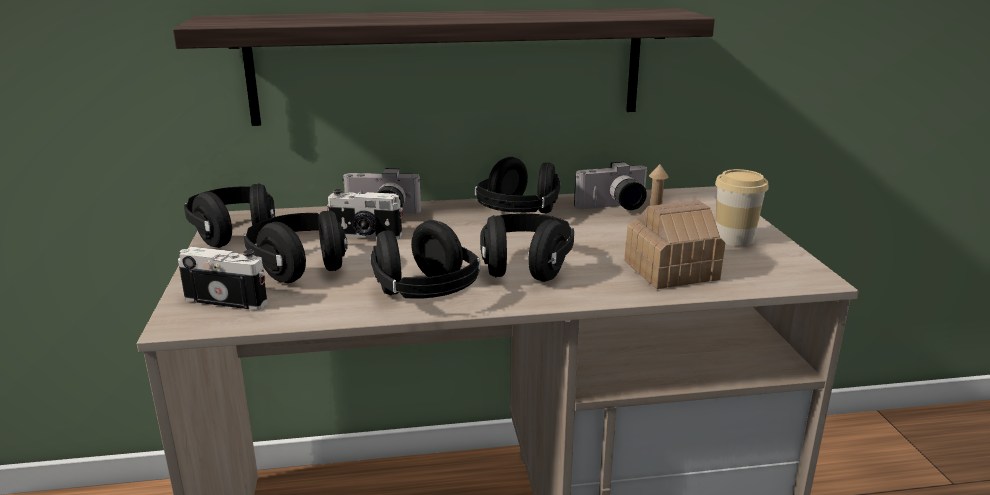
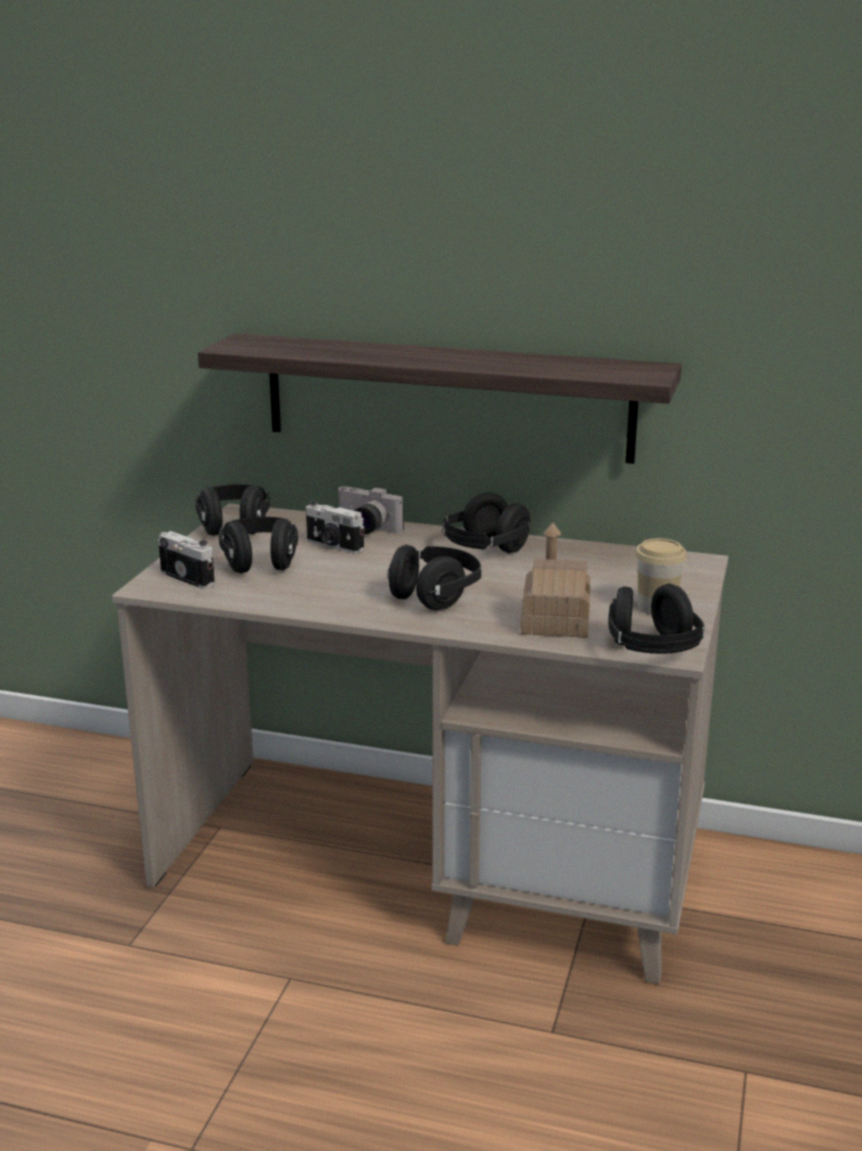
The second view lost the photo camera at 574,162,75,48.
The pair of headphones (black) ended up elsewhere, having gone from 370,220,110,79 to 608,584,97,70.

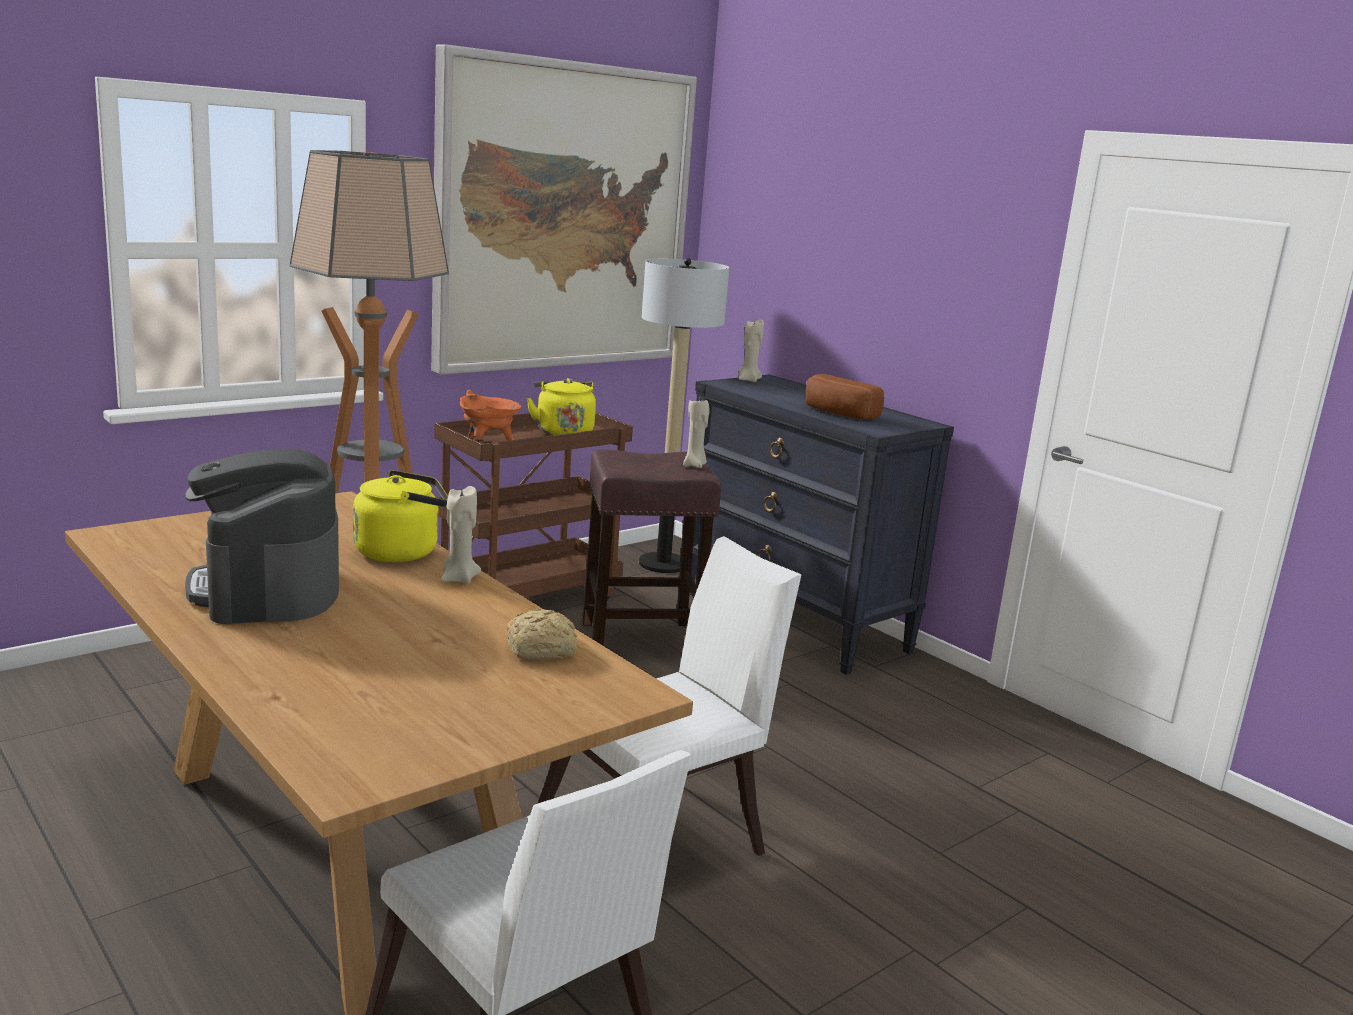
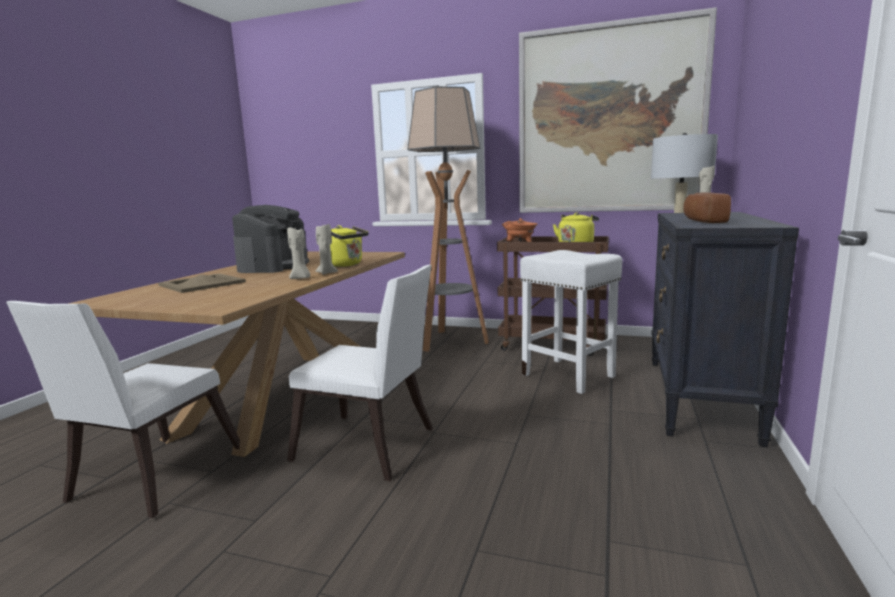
The wax light (beige-coloured) ended up elsewhere, having gone from 683,399,26,69 to 287,228,23,51.
The coffee brewer at 185,448,154,176 ended up facing another way, 150 degrees clockwise from before.
What was the stool seat (brown) at 583,449,138,196 turned into the stool seat (white-coloured) at 520,250,102,144.
The second view lost the bread at 507,608,70,52.
The second view gained the serving tray (beige-coloured) at 158,274,88,19.

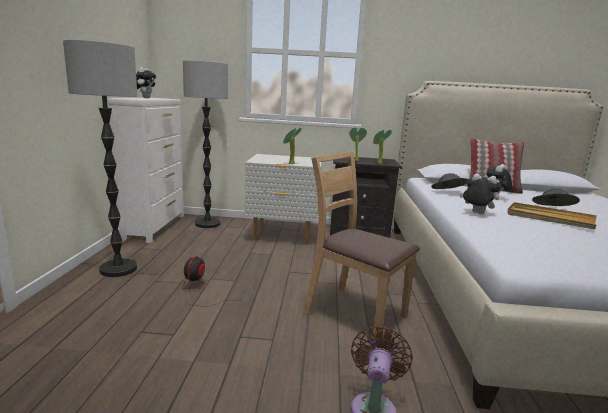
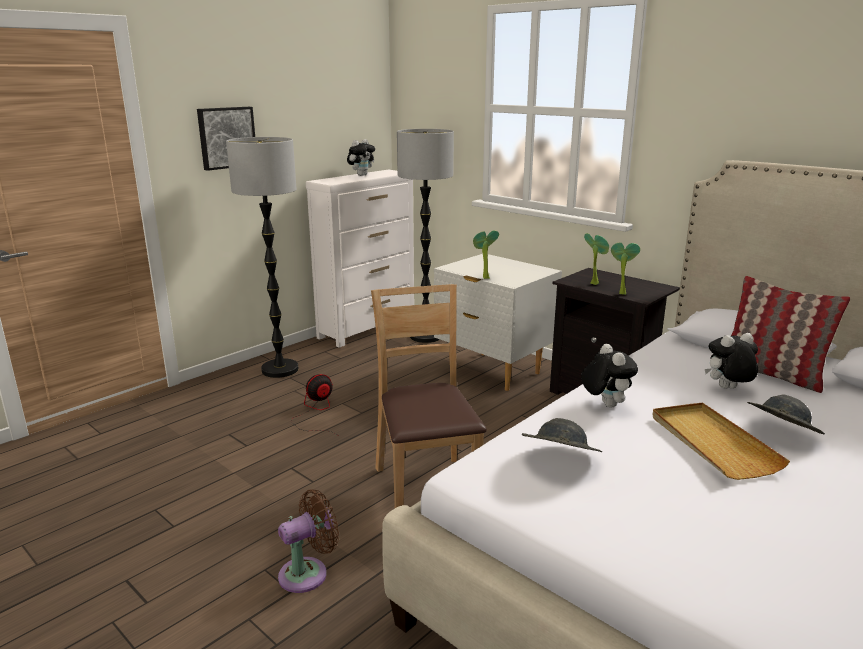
The clothing hat (greyish) ended up elsewhere, having gone from 431,173,37,16 to 522,418,80,34.
The second view gained the picture at 197,107,58,64.

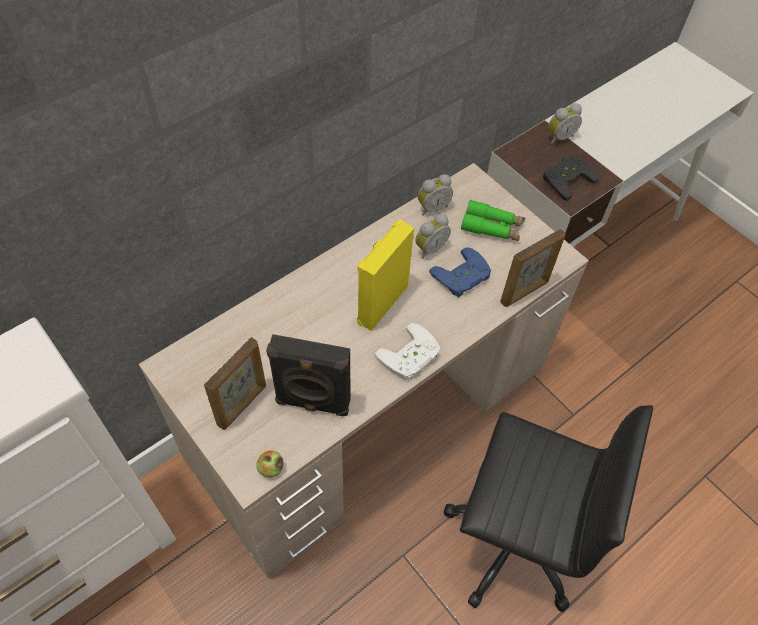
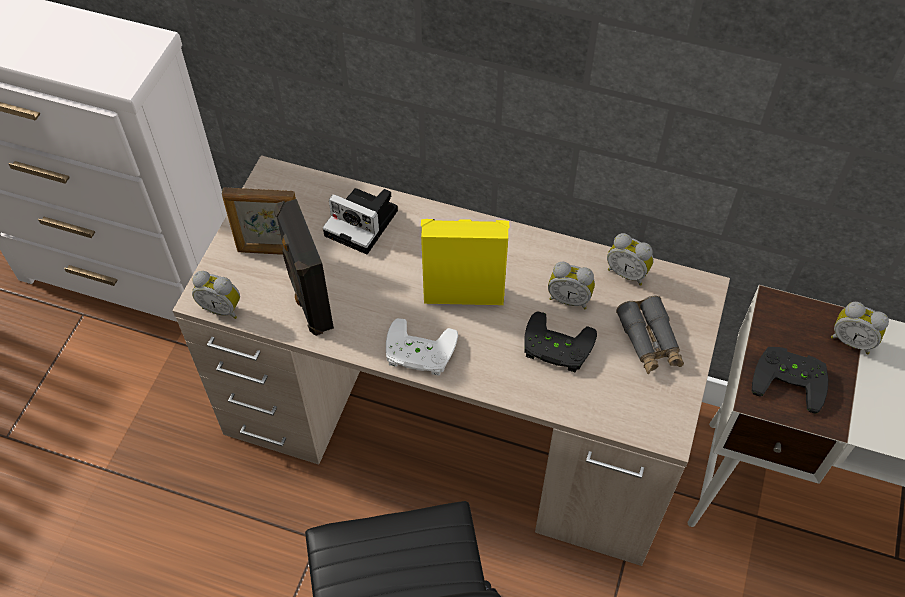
What was the pair of binoculars (green-coloured) at 461,200,64,41 turned into the pair of binoculars (greyish) at 616,296,68,79.
The second view lost the standing frame at 500,229,65,78.
What was the gamepad (blue-coloured) at 429,247,62,50 turned into the gamepad (black) at 524,311,73,62.
Where the apple stood at 256,450,27,27, the alarm clock came to stand at 192,271,48,48.
The second view gained the photo camera at 323,188,75,66.

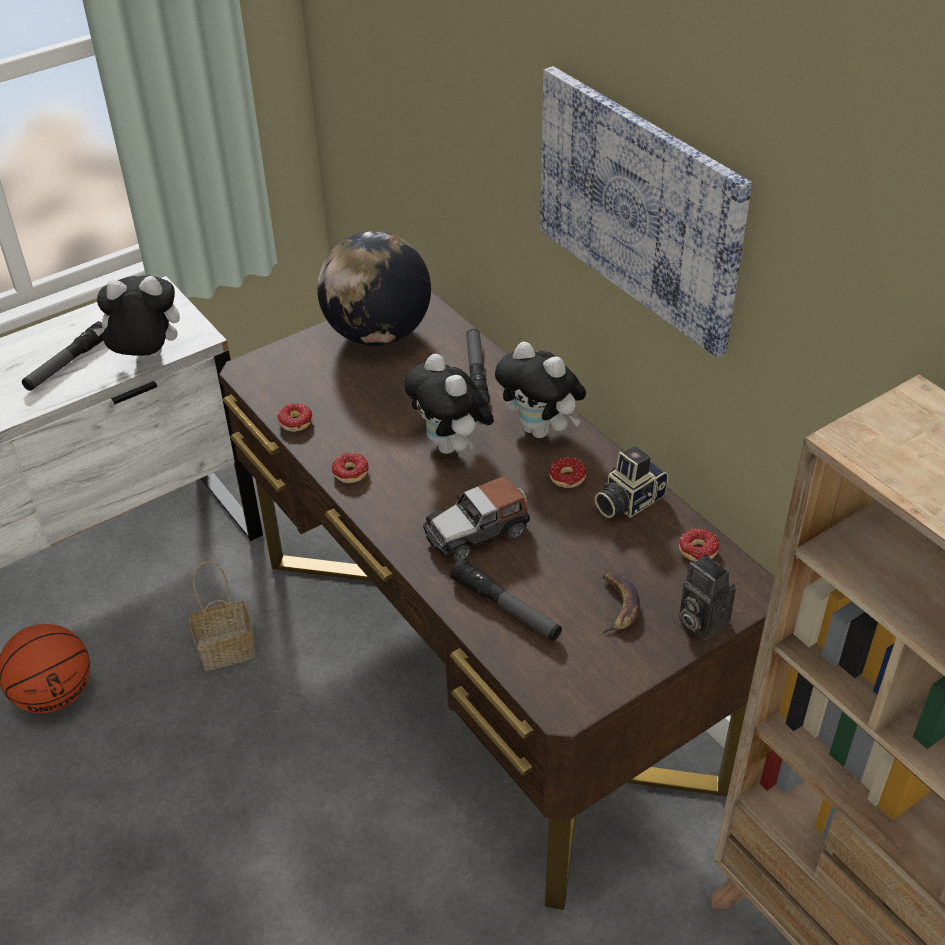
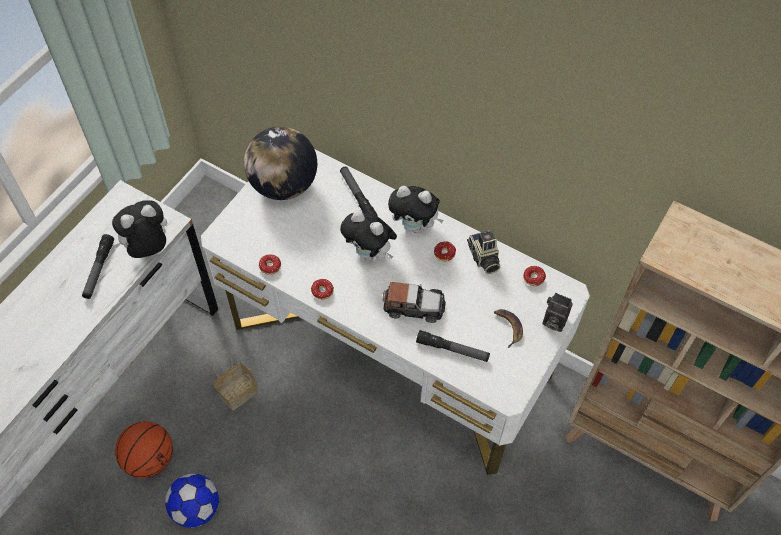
The second view lost the picture at 540,66,212,291.
What was the desk table (brown) at 219,291,556,619 turned into the desk table (white-coloured) at 201,150,389,325.
The photo camera at 595,446,73,72 ended up facing another way, 45 degrees counterclockwise from before.
The model car at 423,476,107,86 ended up facing another way, 120 degrees counterclockwise from before.
The second view gained the ball for football at 165,474,54,54.

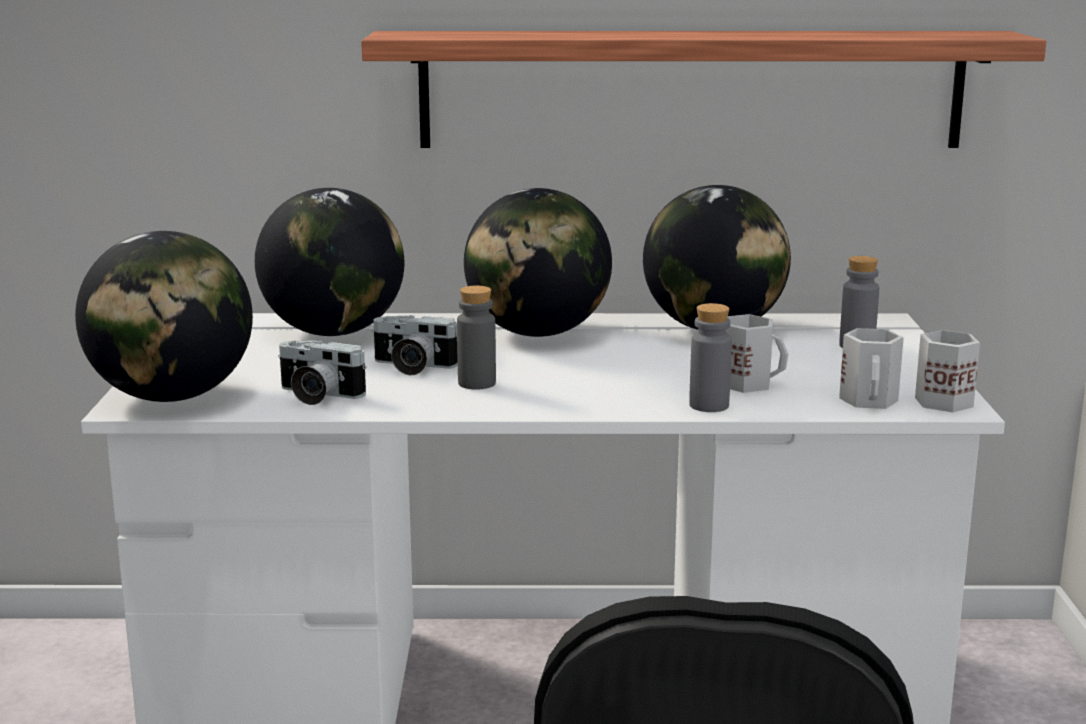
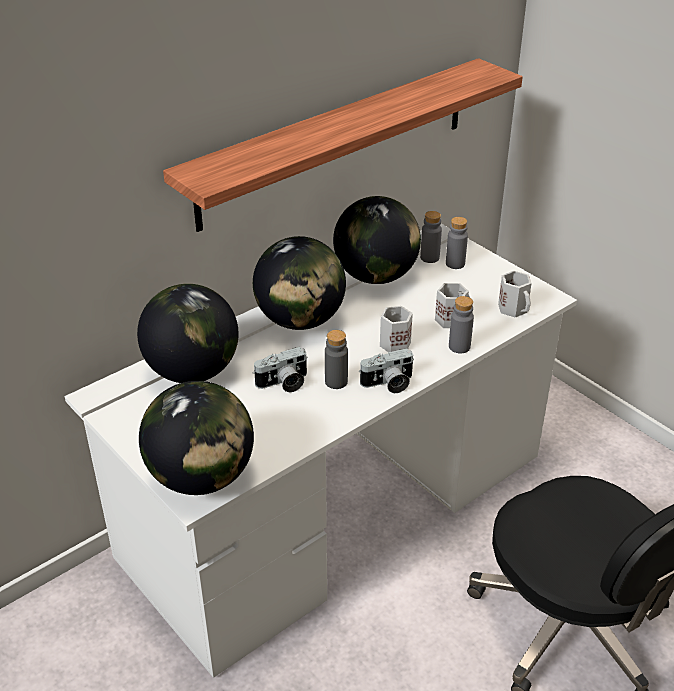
The coffee mug (white-coloured) ended up elsewhere, having gone from 915,330,65,82 to 380,306,33,46.
The photo camera ended up elsewhere, having gone from 278,340,89,65 to 359,348,55,45.
The second view gained the drink bottle (greyish) at 420,211,22,52.

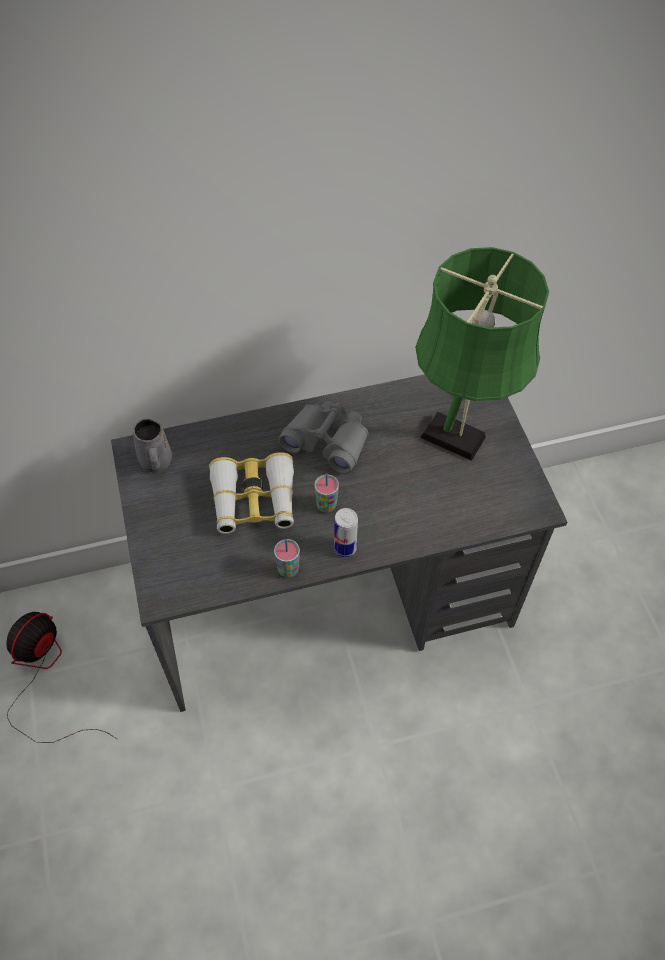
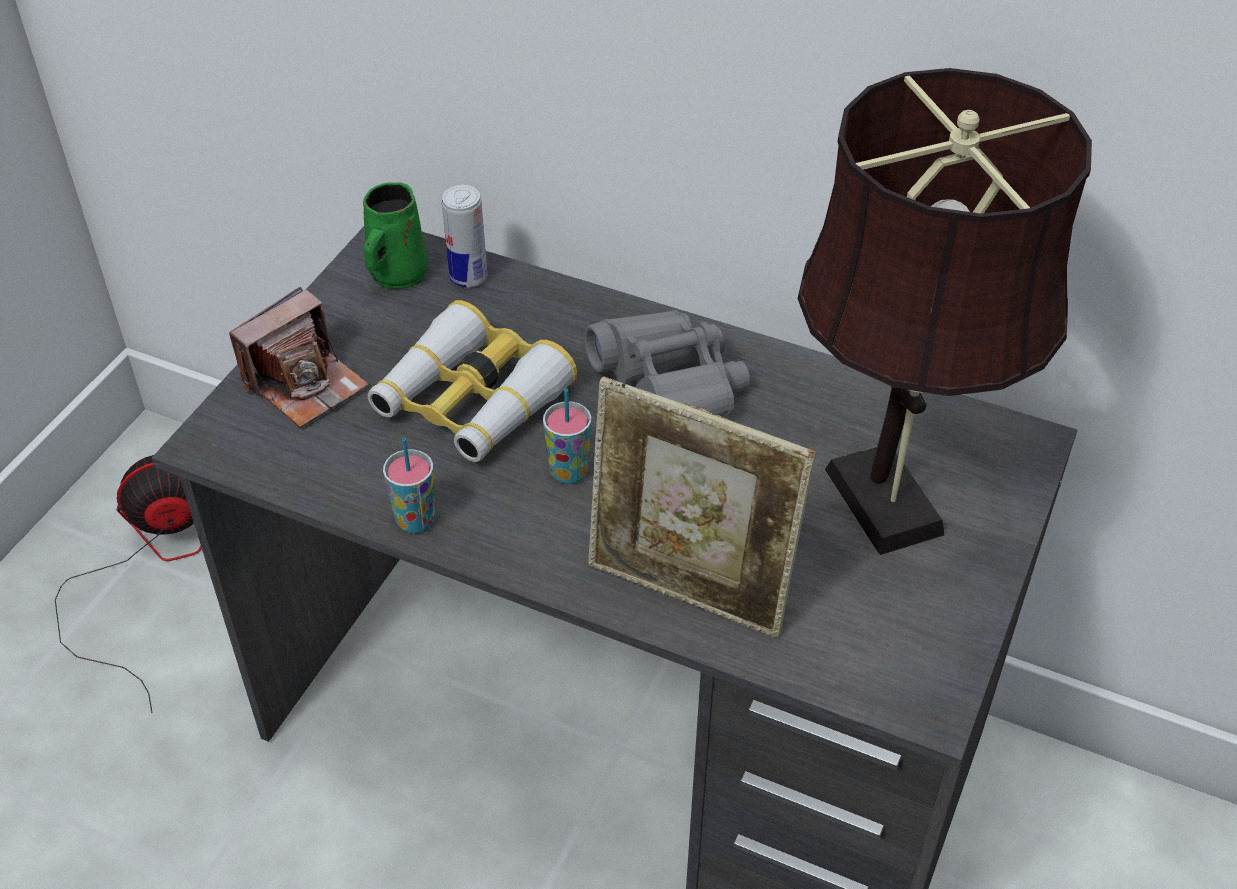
What was the tabletop lamp (green-coloured) at 415,247,134,214 turned into the tabletop lamp (brown) at 797,68,295,487.
What was the coffee mug (greyish) at 133,418,39,55 turned into the coffee mug (green-coloured) at 363,182,65,107.
The sealed can ended up elsewhere, having gone from 334,508,24,49 to 442,185,45,103.
The second view gained the photo camera at 229,287,140,141.
The second view gained the standing frame at 588,376,228,262.

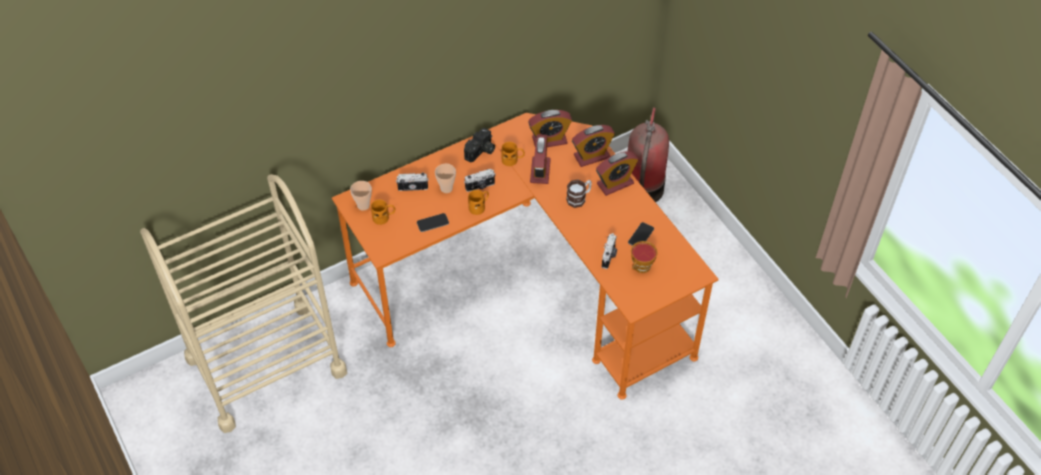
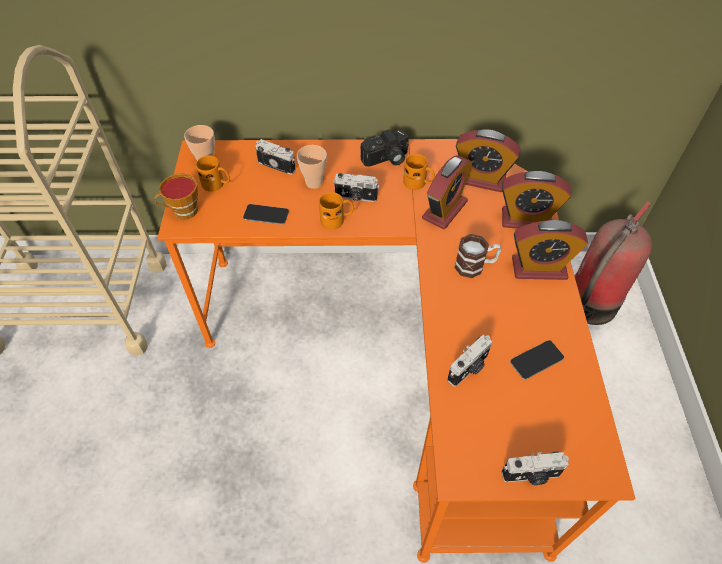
The drinking cup ended up elsewhere, having gone from 631,241,27,32 to 155,173,43,47.
The second view gained the photo camera at 502,452,67,33.

